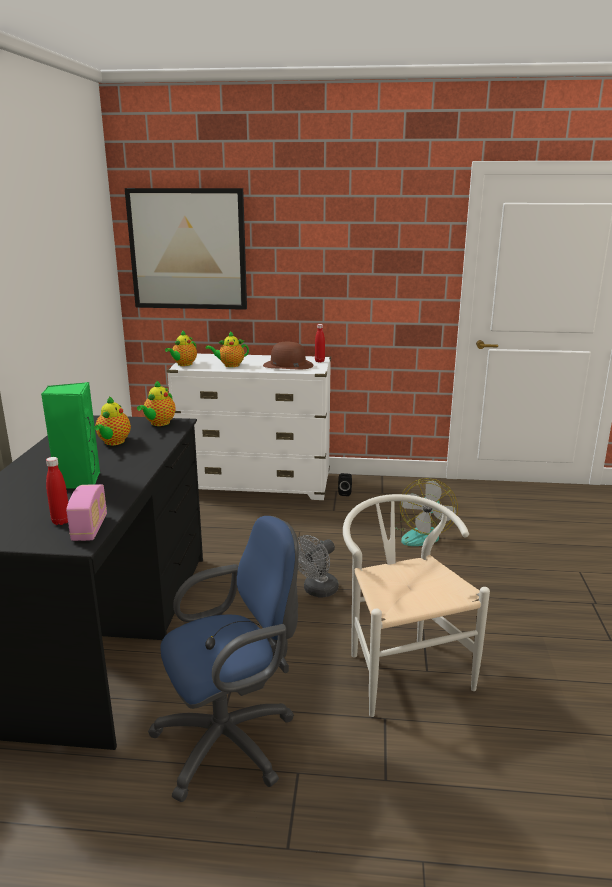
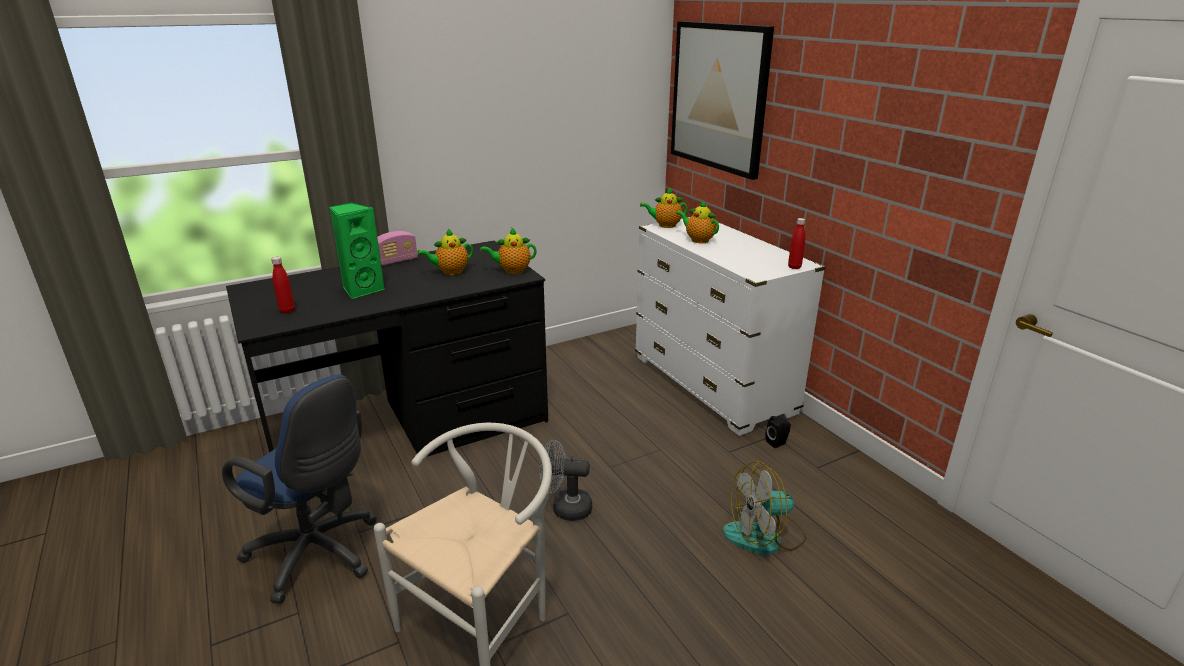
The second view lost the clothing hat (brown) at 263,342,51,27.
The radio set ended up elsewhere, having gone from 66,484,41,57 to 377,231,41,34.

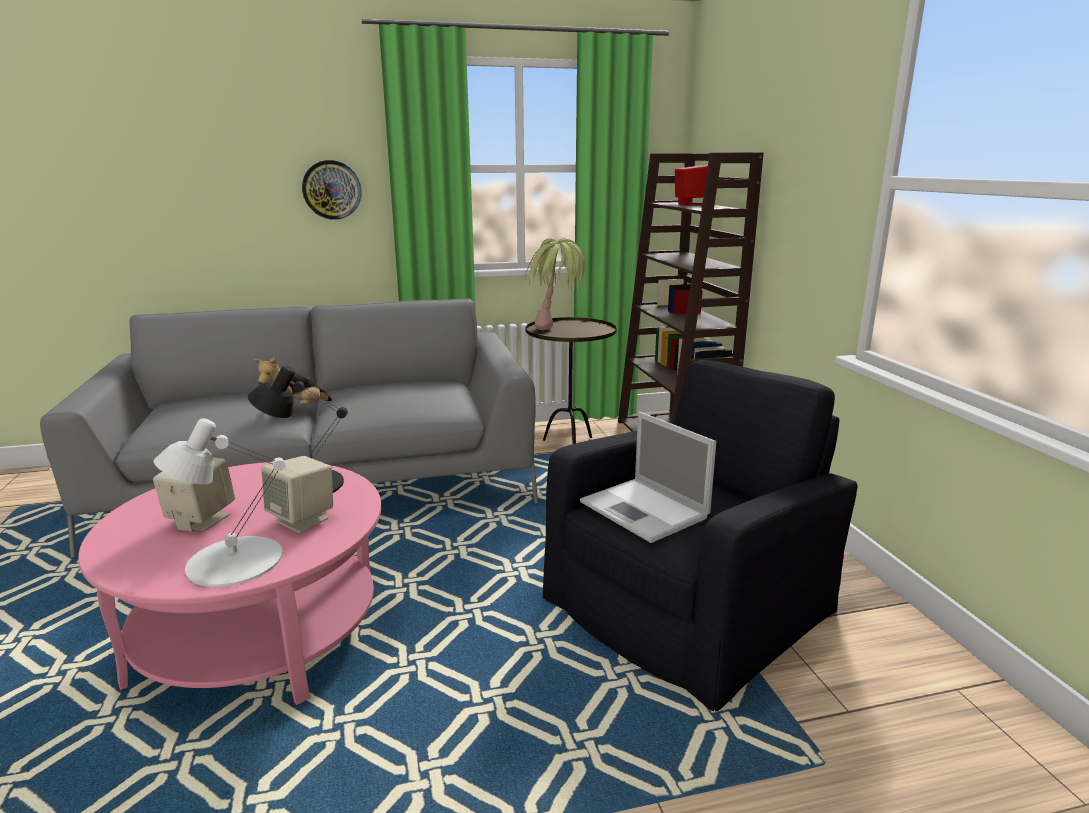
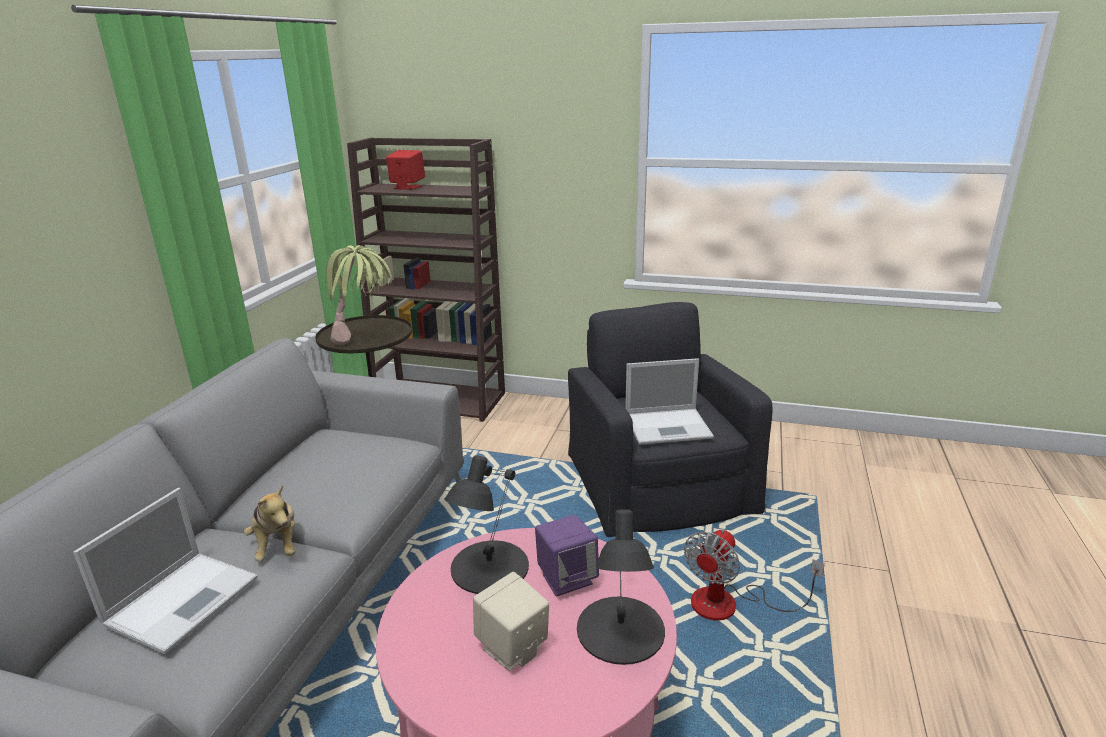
The second view lost the clock on the wall at 302,160,59,60.
What was the tabletop lamp (white-coloured) at 153,418,132,169 turned into the tabletop lamp (black) at 577,510,88,155.
What was the loudspeaker (beige-coloured) at 261,456,72,77 turned into the loudspeaker (purplish) at 535,515,64,81.
The second view gained the portable computer at 73,488,185,166.
The second view gained the electric fan at 684,529,141,92.

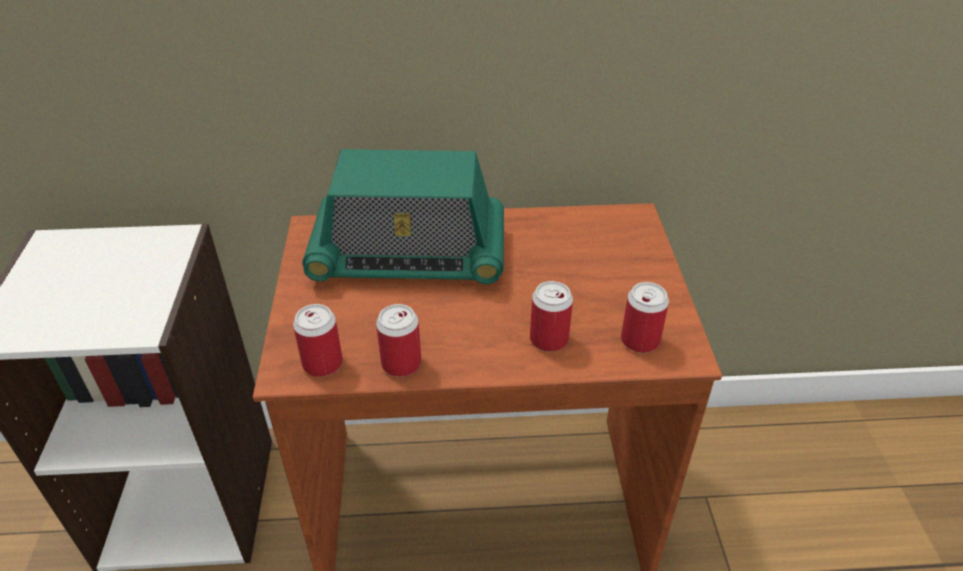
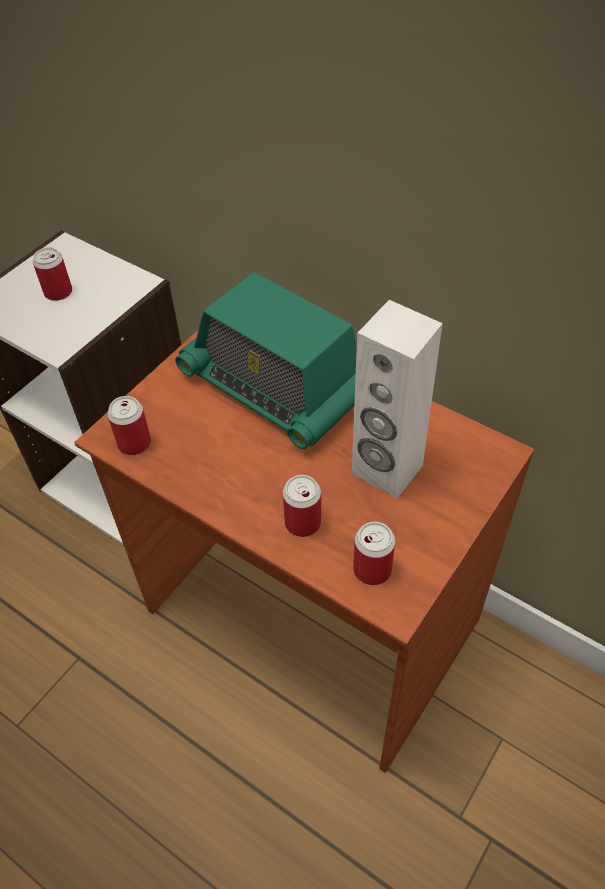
The sealed can ended up elsewhere, having gone from 376,304,45,73 to 33,247,39,54.
The second view gained the loudspeaker (white-coloured) at 352,300,91,198.

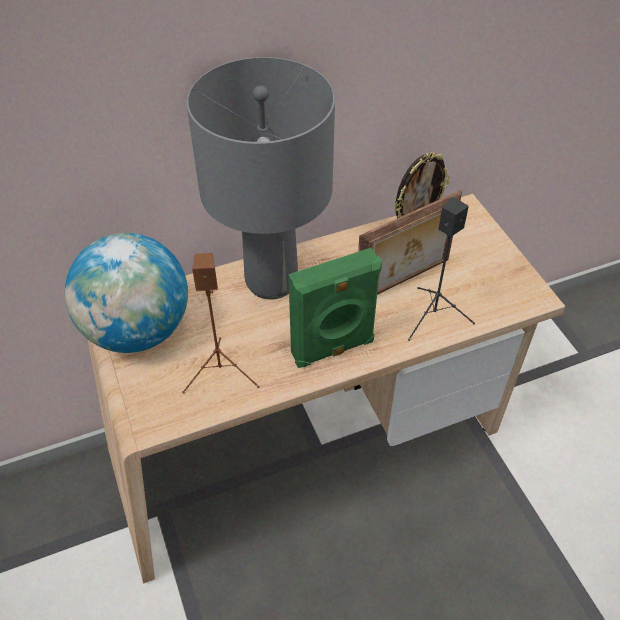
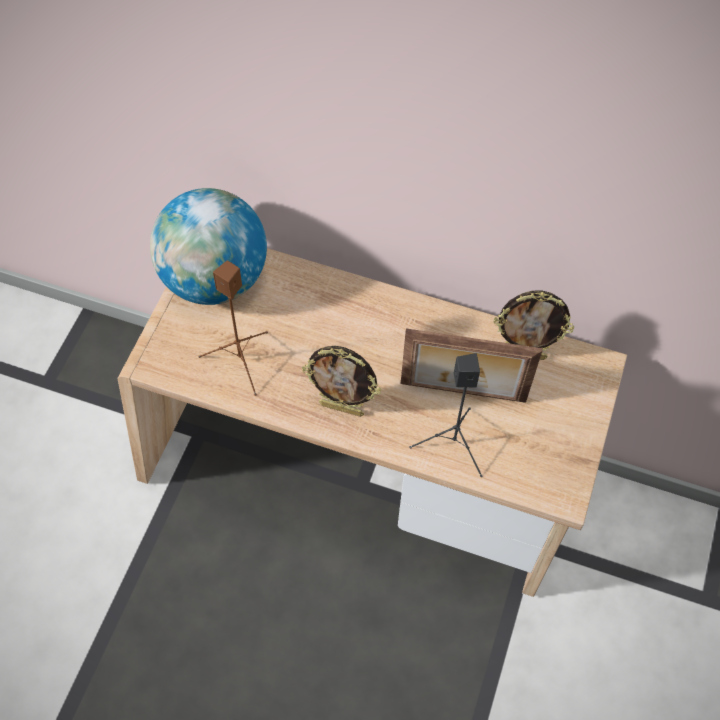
The second view lost the tabletop lamp (greyish) at 186,57,149,242.
Where the loudspeaker (green-coloured) stood at 288,248,94,120, the standing frame came to stand at 302,346,79,71.

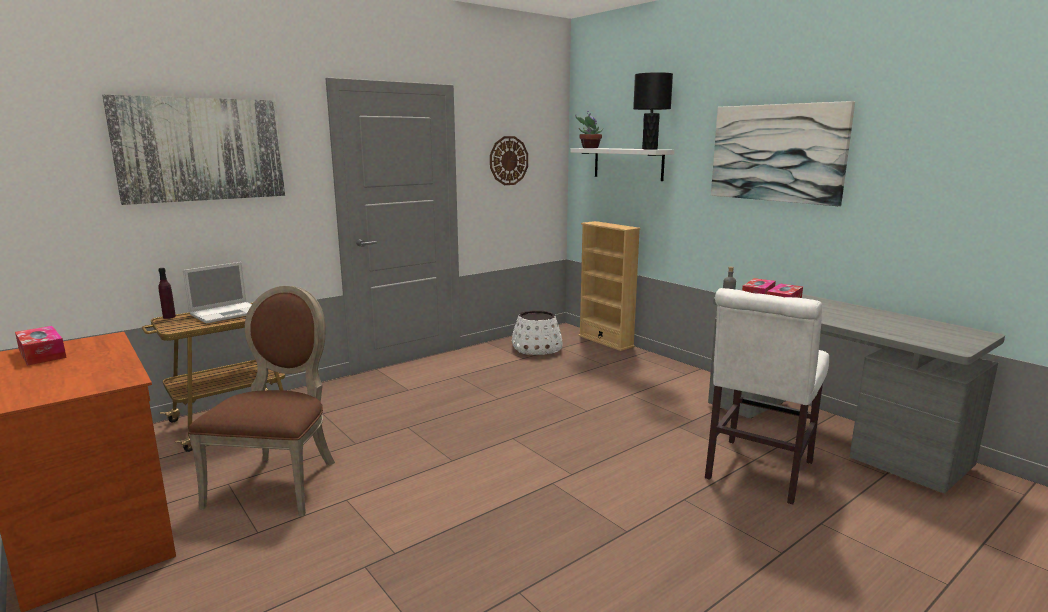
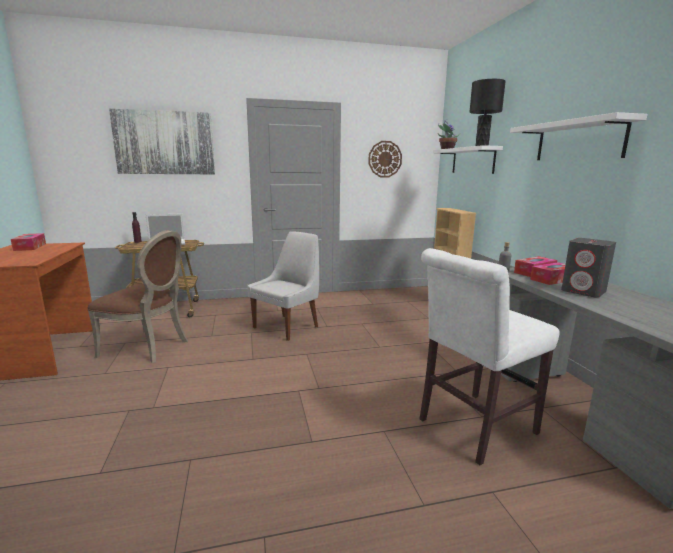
Where the picture hung at 711,101,144,105, the shelf (white-coloured) came to hang at 510,112,138,48.
The upright chair (brown) at 188,286,147,231 ended up facing another way, 75 degrees clockwise from before.
The second view lost the flower pot (white-coloured) at 512,310,51,45.
The second view gained the upright chair (white-coloured) at 247,231,72,110.
The second view gained the loudspeaker (greyish) at 561,238,55,59.

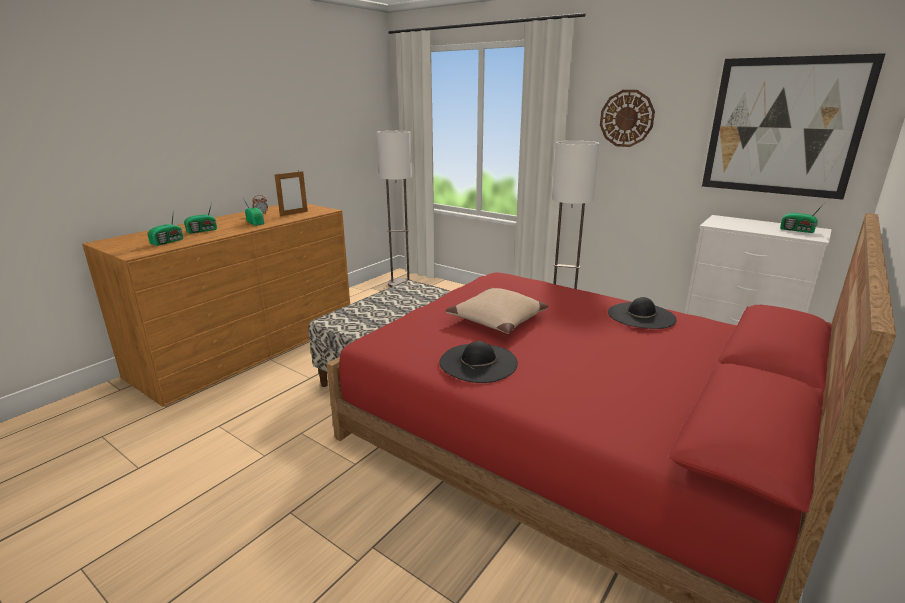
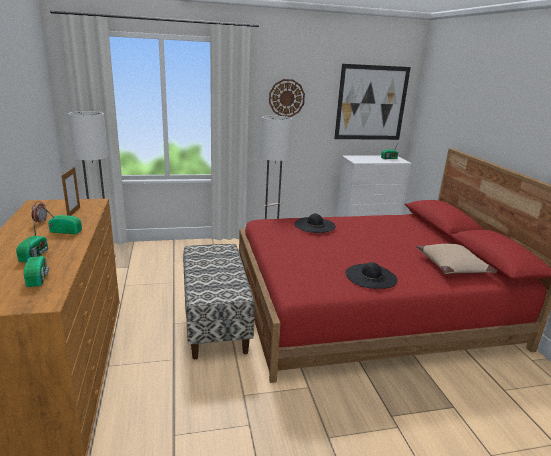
The throw pillow (beige-coloured) ended up elsewhere, having gone from 446,288,102,46 to 416,244,82,30.
The clothing hat (black) ended up elsewhere, having gone from 608,297,69,32 to 294,213,42,20.

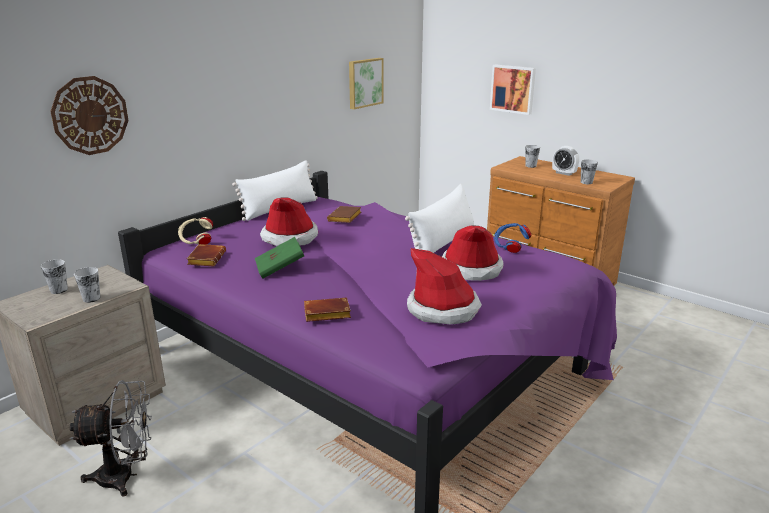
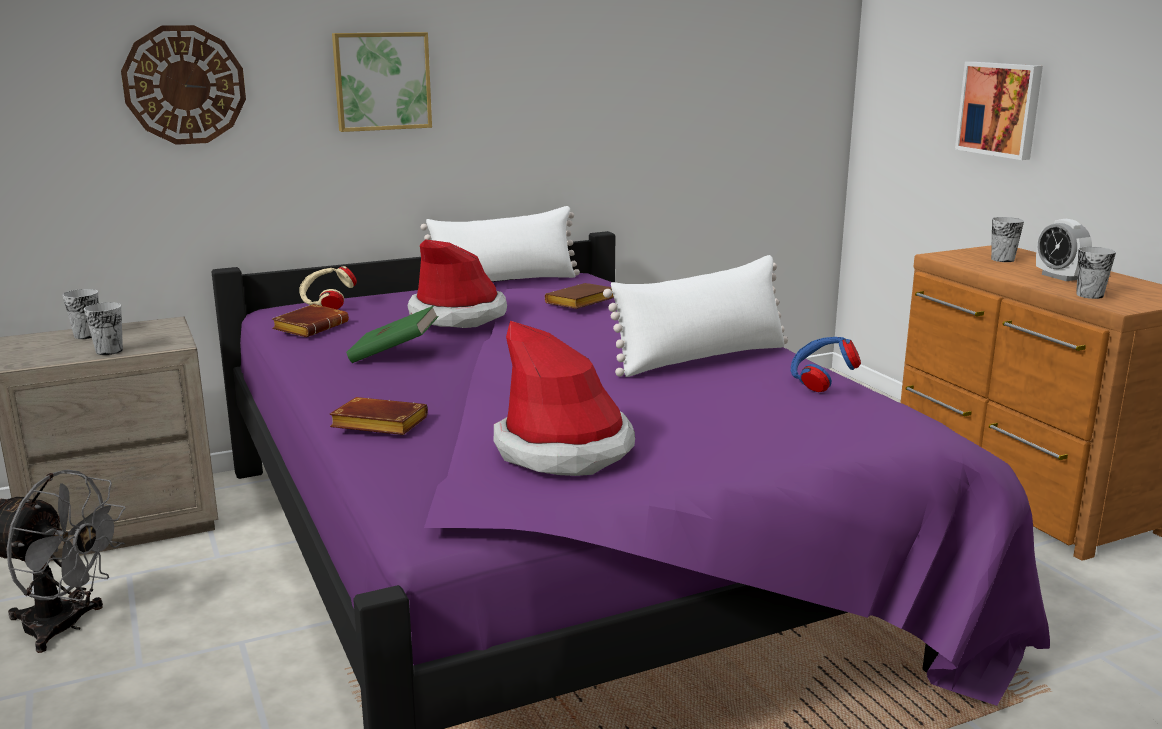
The picture ended up elsewhere, having gone from 349,58,34,51 to 332,32,100,100.
The second view lost the clothing hat at 442,225,62,56.

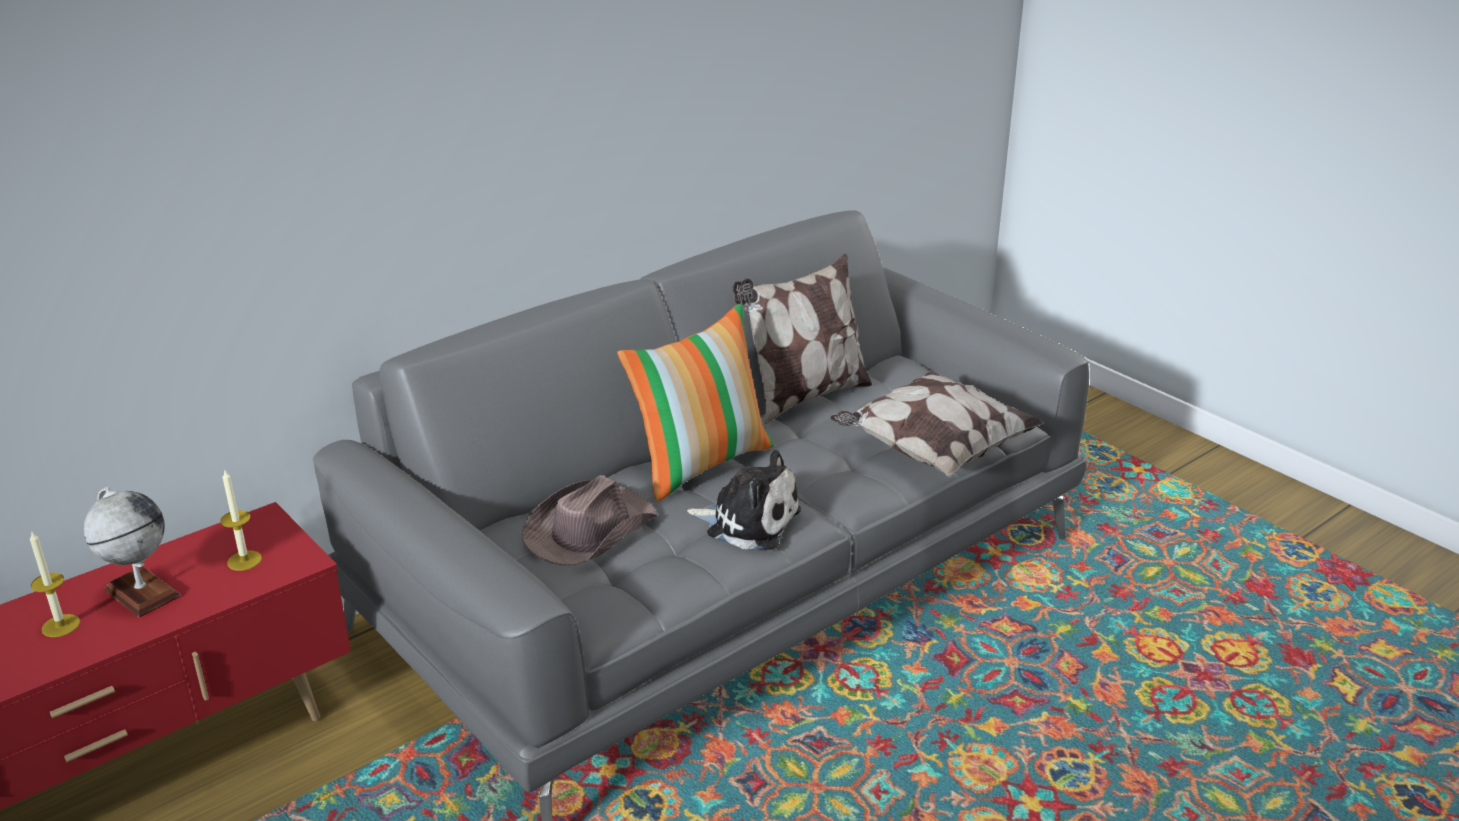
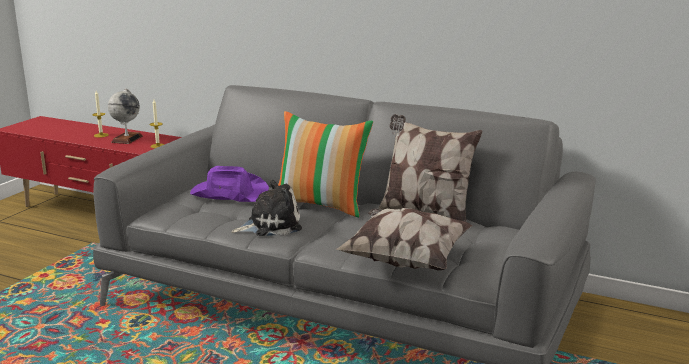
The plush toy at 687,450,114,100 ended up facing another way, 105 degrees counterclockwise from before.
What was the clothing hat (brown) at 522,475,135,91 turned into the clothing hat (purplish) at 190,166,79,36.

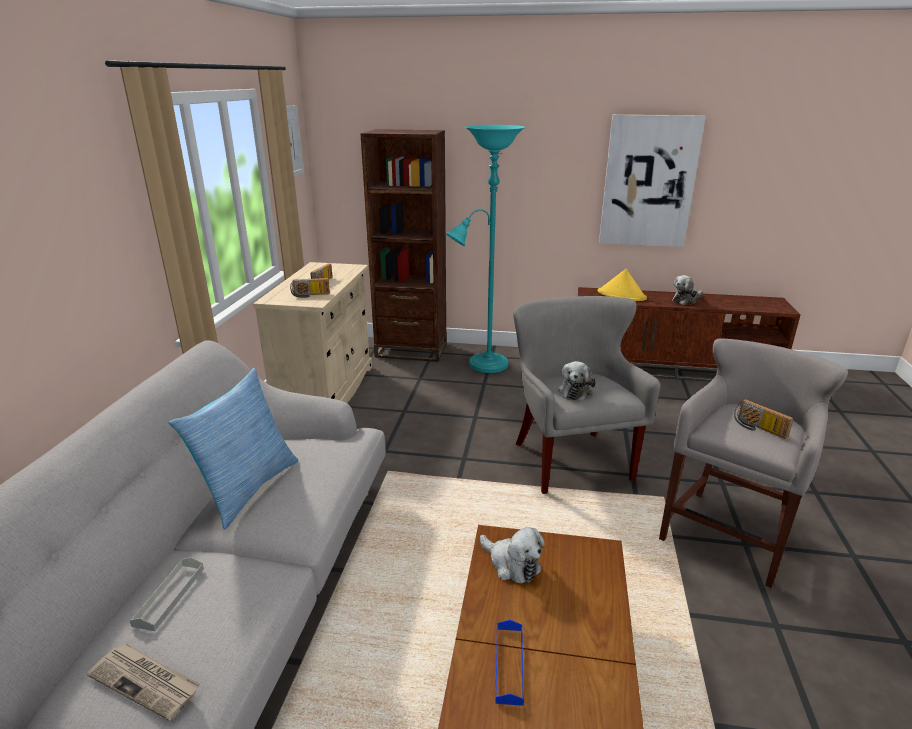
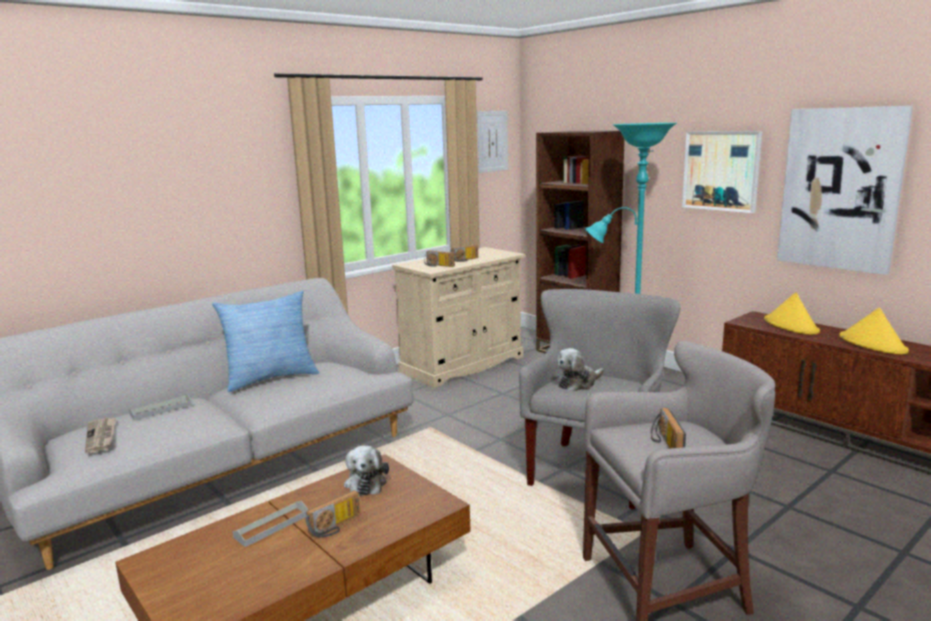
Where the plush toy stood at 672,275,31,30, the clothing hat (yellow-coloured) came to stand at 839,308,70,46.
What was the serving tray (blue-coloured) at 495,620,29,86 turned into the serving tray (greyish) at 233,501,75,46.
The second view gained the picture at 682,131,80,82.
The second view gained the radio set at 306,490,54,48.

